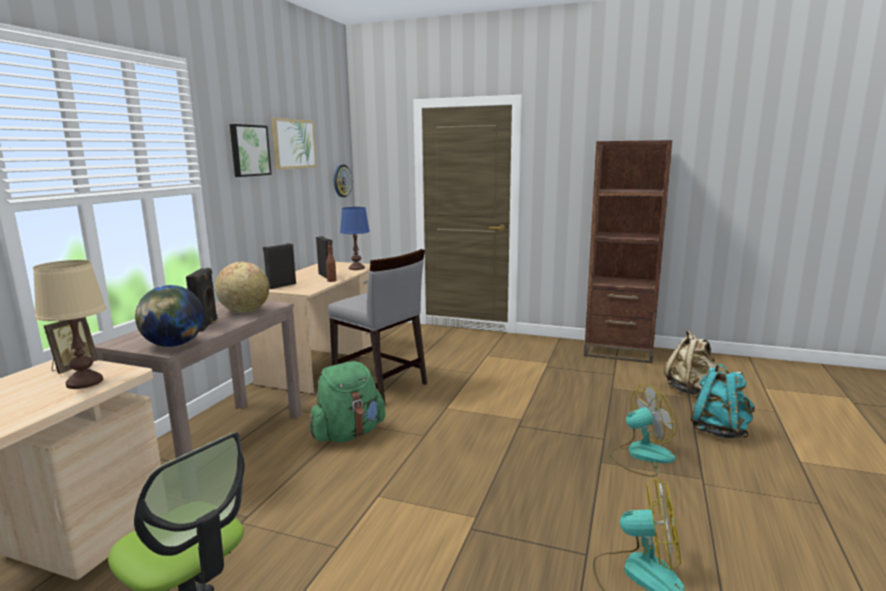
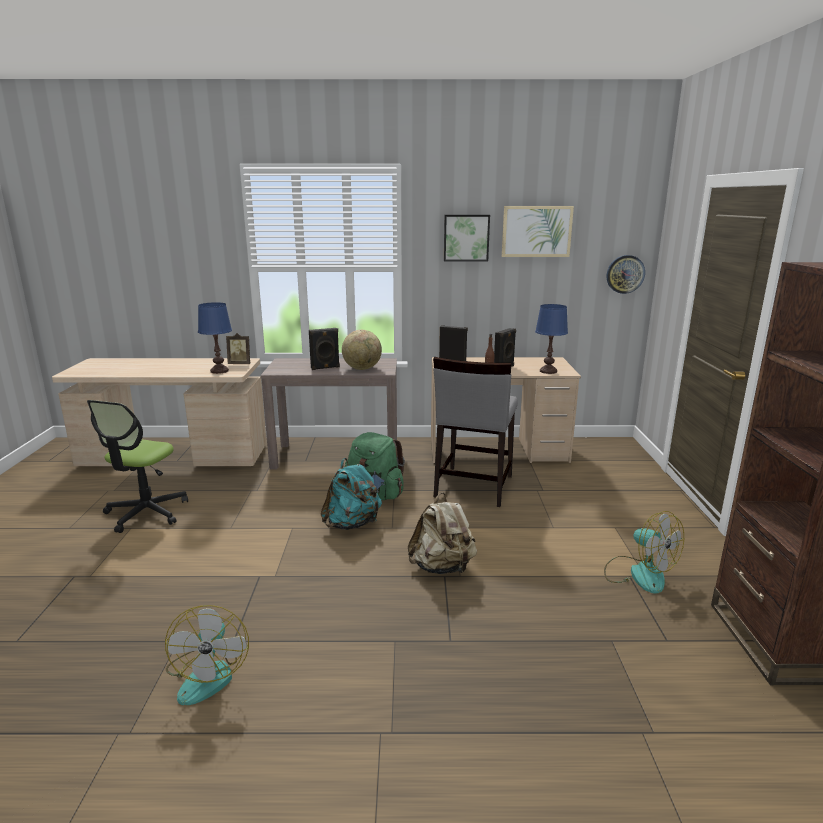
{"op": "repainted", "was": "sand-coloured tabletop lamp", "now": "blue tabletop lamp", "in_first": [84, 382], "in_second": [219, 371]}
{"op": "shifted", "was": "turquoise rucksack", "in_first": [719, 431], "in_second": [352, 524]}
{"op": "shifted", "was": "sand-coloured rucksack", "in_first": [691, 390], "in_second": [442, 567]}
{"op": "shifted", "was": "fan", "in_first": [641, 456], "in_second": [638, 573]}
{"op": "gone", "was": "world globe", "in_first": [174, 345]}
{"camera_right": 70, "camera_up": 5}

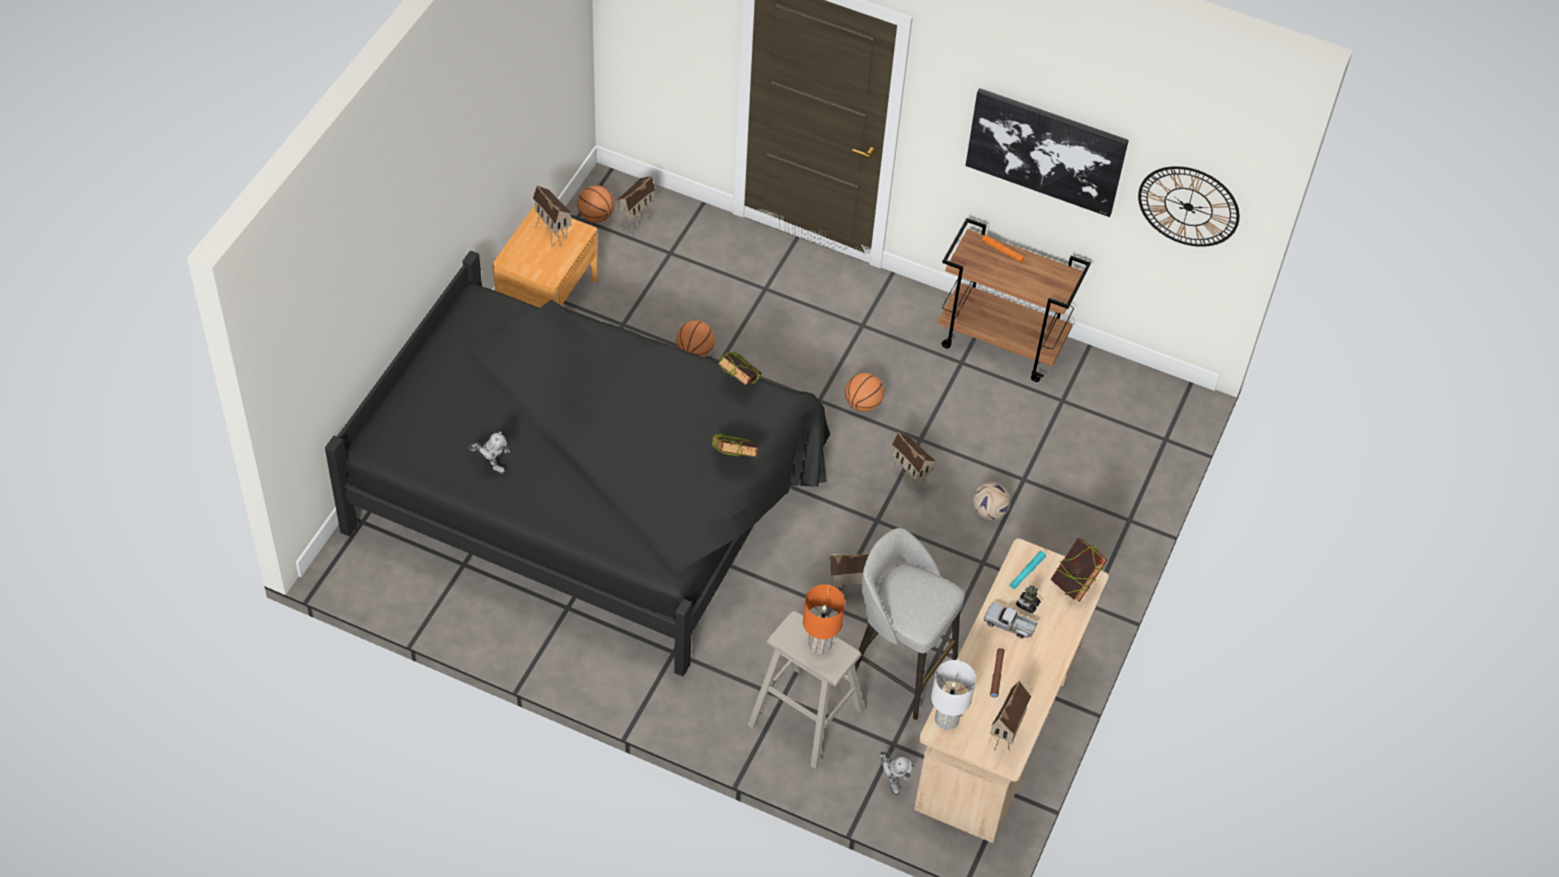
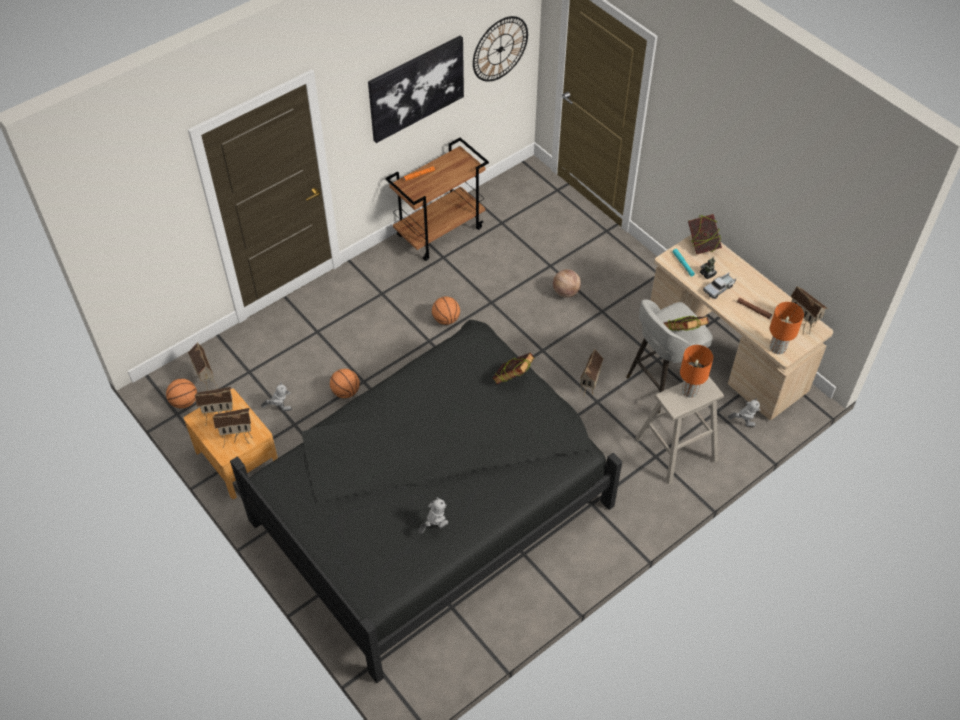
{"op": "shifted", "was": "model house", "in_first": [909, 478], "in_second": [238, 438]}
{"op": "new", "now": "toy robot", "in_second": [279, 409]}
{"op": "swapped", "was": "football ball", "now": "basketball", "in_first": [989, 512], "in_second": [566, 292]}
{"op": "shifted", "was": "volume", "in_first": [739, 383], "in_second": [683, 334]}
{"op": "repainted", "was": "white-coloured tabletop lamp", "now": "orange-coloured tabletop lamp", "in_first": [946, 719], "in_second": [777, 348]}
{"camera_right": -60, "camera_up": 0}

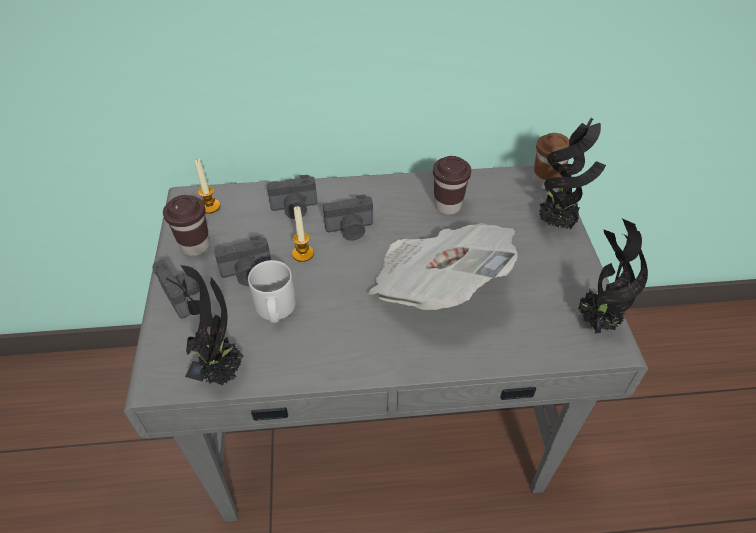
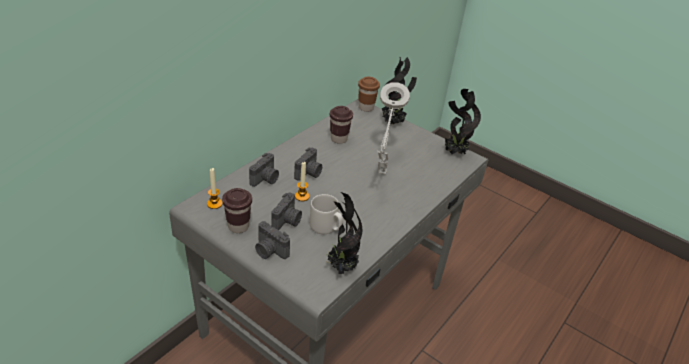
{"op": "rotated", "was": "photo camera", "in_first": [183, 295], "in_second": [269, 251], "clockwise": -150}
{"op": "swapped", "was": "printed paper", "now": "gray tabletop lamp", "in_first": [435, 286], "in_second": [381, 175]}
{"camera_right": -50, "camera_up": -10}

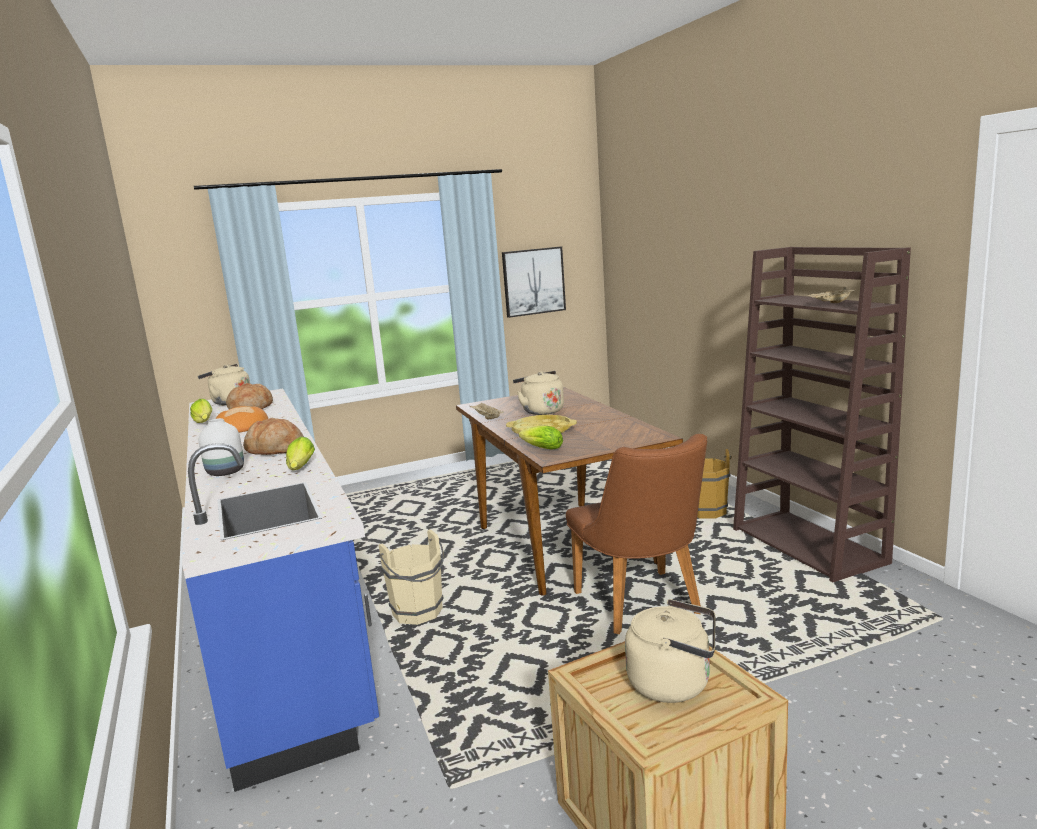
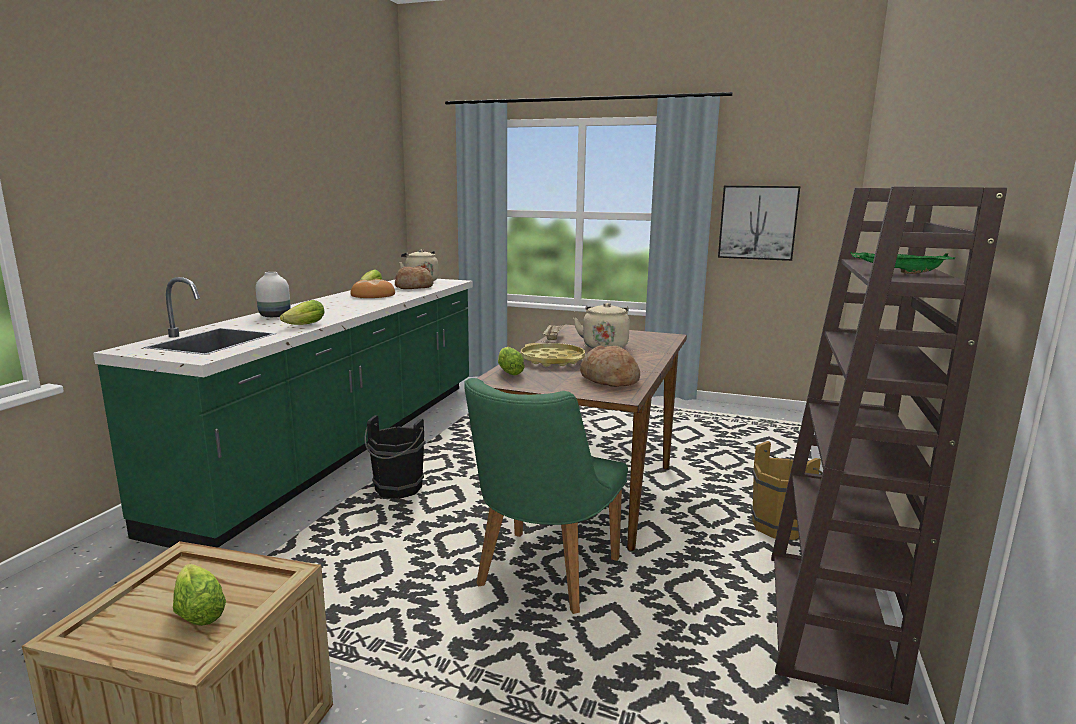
{"op": "repainted", "was": "blue counter", "now": "green-coloured counter", "in_first": [279, 605], "in_second": [347, 444]}
{"op": "swapped", "was": "sand-coloured kettle", "now": "lettuce", "in_first": [674, 684], "in_second": [199, 609]}
{"op": "repainted", "was": "sand-coloured pail", "now": "black-coloured pail", "in_first": [419, 614], "in_second": [396, 490]}
{"op": "repainted", "was": "brownish plain chair", "now": "green-coloured plain chair", "in_first": [643, 608], "in_second": [540, 578]}
{"op": "shifted", "was": "bread", "in_first": [275, 449], "in_second": [609, 379]}
{"op": "repainted", "was": "sand-coloured serving tray", "now": "green-coloured serving tray", "in_first": [832, 303], "in_second": [898, 273]}
{"camera_right": 40, "camera_up": 0}

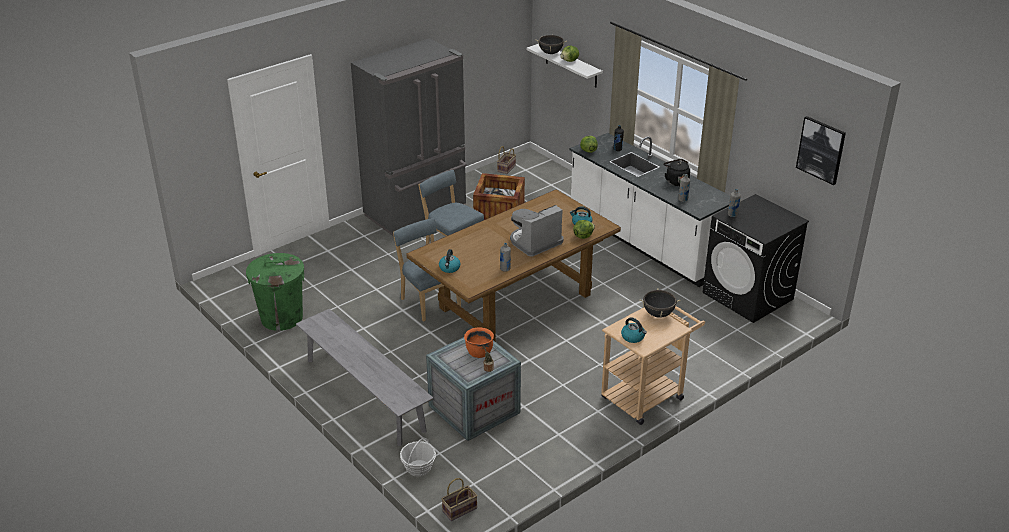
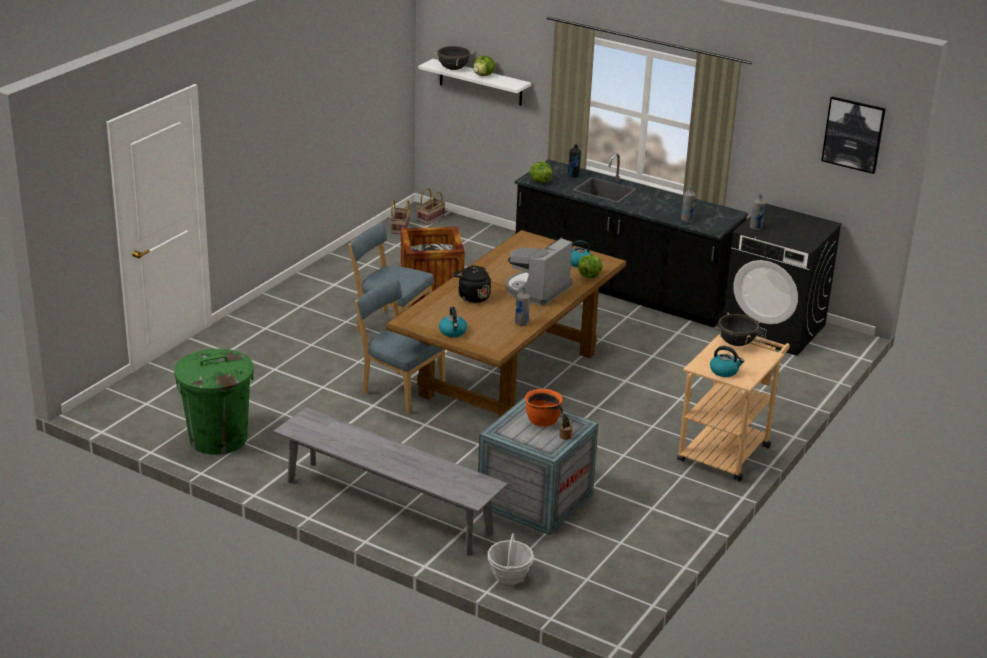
{"op": "shifted", "was": "basket", "in_first": [459, 510], "in_second": [431, 219]}
{"op": "shifted", "was": "black-coloured kettle", "in_first": [676, 181], "in_second": [472, 297]}
{"op": "repainted", "was": "white-coloured counter", "now": "black-coloured counter", "in_first": [644, 243], "in_second": [622, 289]}
{"op": "gone", "was": "gray fridge", "in_first": [417, 213]}
{"camera_right": -20, "camera_up": -5}

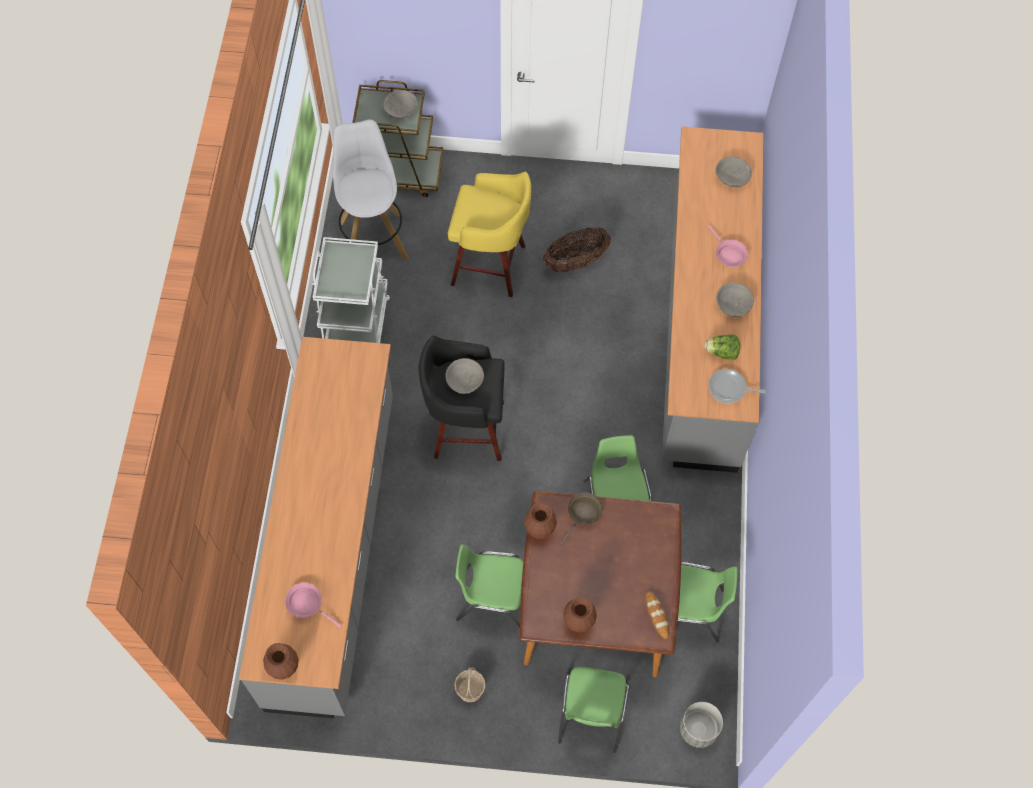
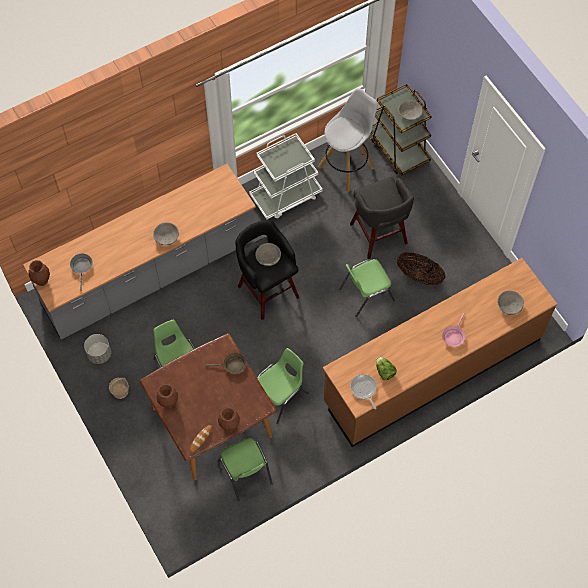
{"op": "repainted", "was": "pink frying pan", "now": "gray frying pan", "in_first": [307, 604], "in_second": [82, 267]}
{"op": "shifted", "was": "gray planter", "in_first": [698, 729], "in_second": [99, 354]}
{"op": "shifted", "was": "gray deep dish", "in_first": [733, 304], "in_second": [166, 237]}
{"op": "shifted", "was": "brownish flower vase", "in_first": [540, 530], "in_second": [230, 425]}
{"op": "repainted", "was": "gray counter", "now": "brownish counter", "in_first": [701, 327], "in_second": [432, 370]}
{"op": "shifted", "was": "green-coloured plain chair", "in_first": [590, 714], "in_second": [365, 294]}
{"op": "repainted", "was": "yellow stool", "now": "gray stool", "in_first": [491, 266], "in_second": [379, 235]}
{"camera_right": 55, "camera_up": 0}

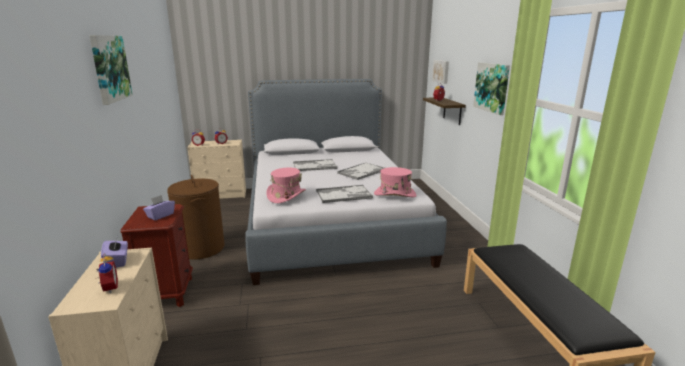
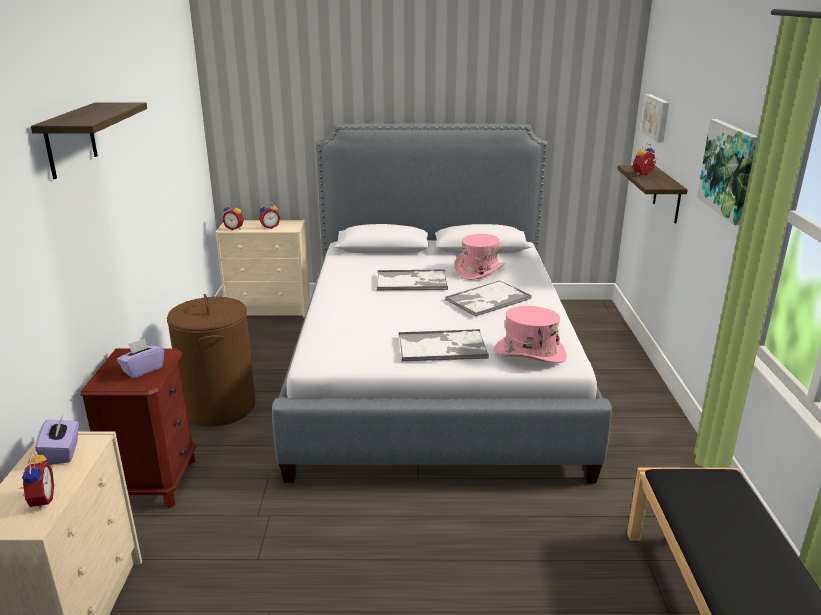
{"op": "swapped", "was": "wall art", "now": "bracket shelf", "in_first": [109, 68], "in_second": [70, 140]}
{"op": "shifted", "was": "pink wearable hat", "in_first": [286, 195], "in_second": [479, 270]}
{"camera_right": 10, "camera_up": 5}

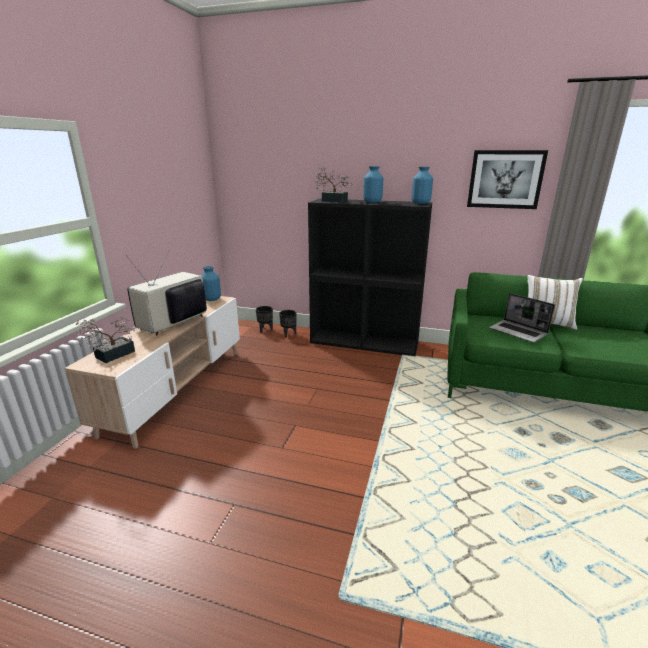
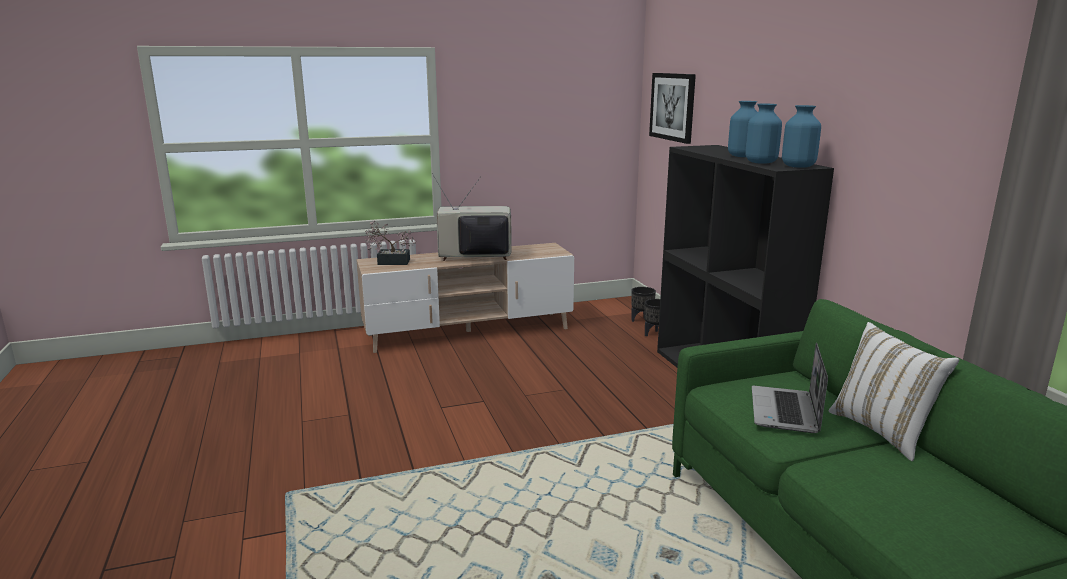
{"op": "shifted", "was": "wall art", "in_first": [505, 179], "in_second": [672, 107]}
{"op": "shifted", "was": "blue flower vase", "in_first": [212, 299], "in_second": [761, 162]}
{"op": "gone", "was": "houseplant", "in_first": [332, 200]}
{"camera_right": 55, "camera_up": -5}

